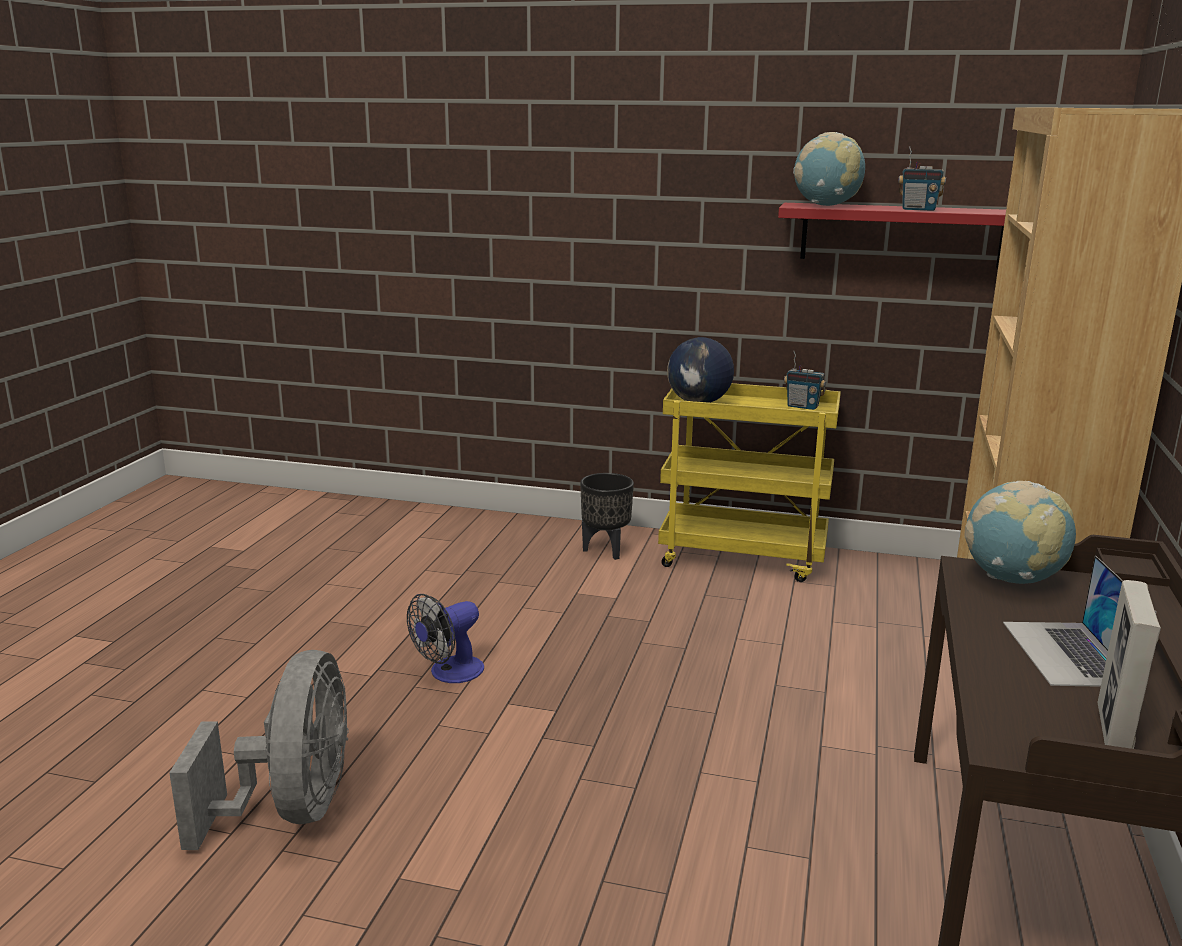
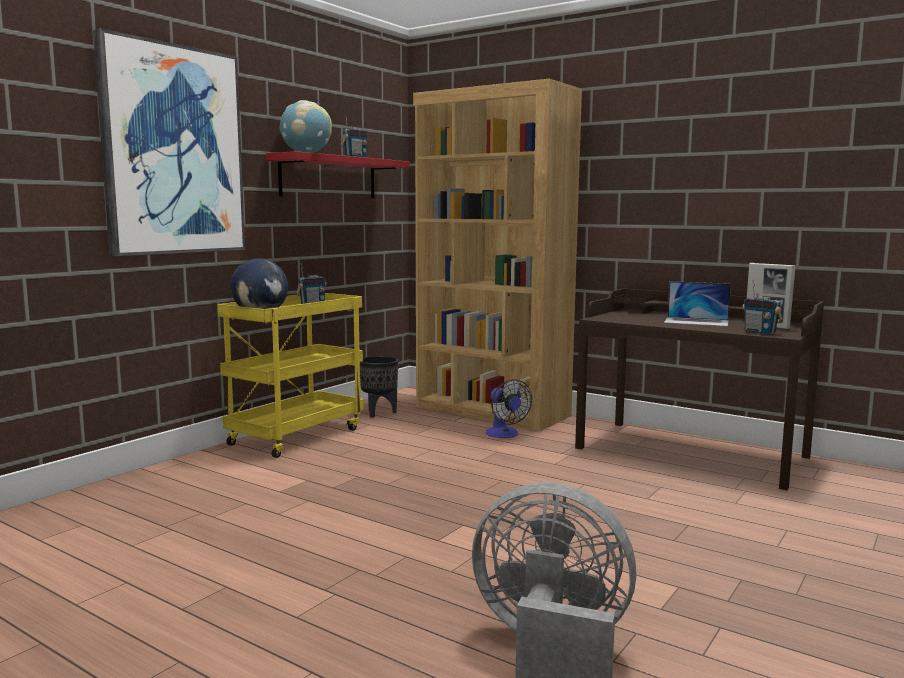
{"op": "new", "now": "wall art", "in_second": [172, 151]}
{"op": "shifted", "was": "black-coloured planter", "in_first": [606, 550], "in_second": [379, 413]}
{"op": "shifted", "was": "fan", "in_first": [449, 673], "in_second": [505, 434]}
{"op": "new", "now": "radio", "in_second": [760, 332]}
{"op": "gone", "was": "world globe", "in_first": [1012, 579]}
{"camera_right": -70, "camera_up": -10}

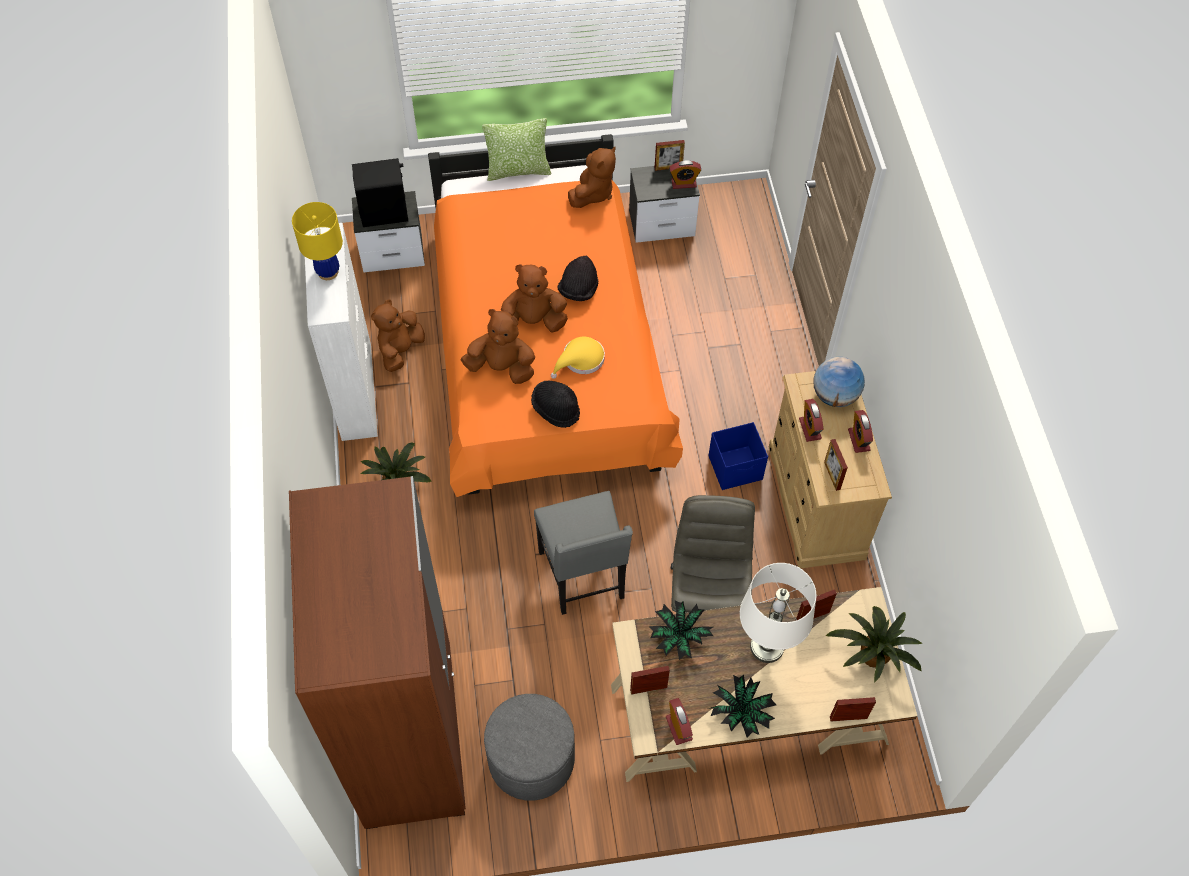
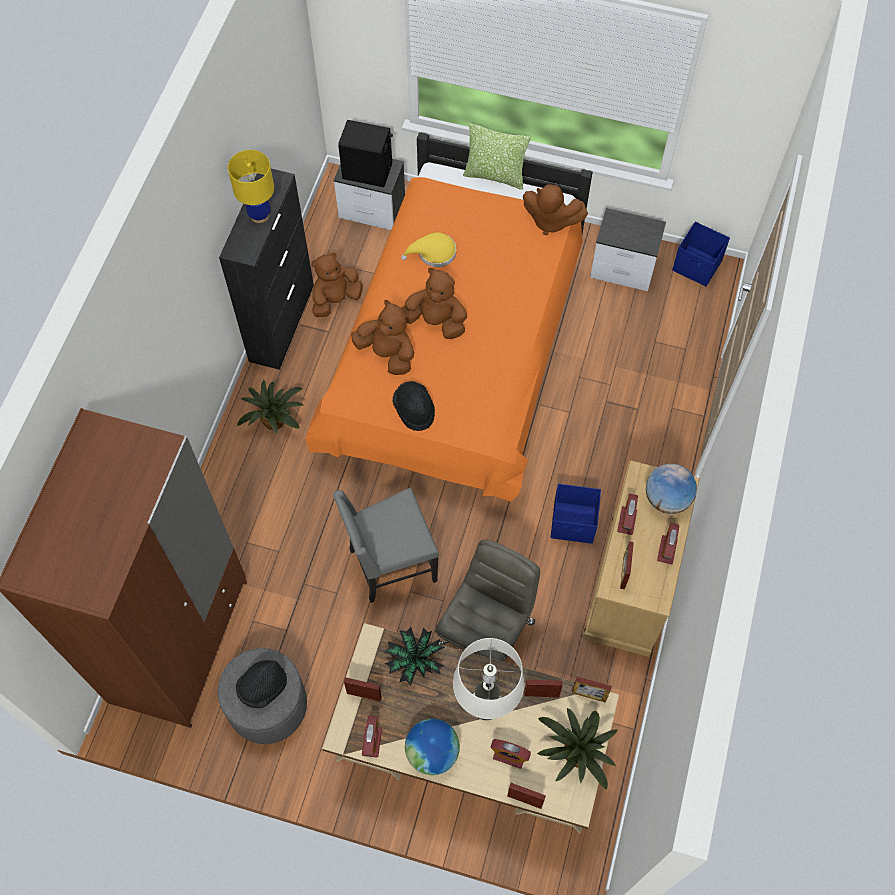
{"op": "repainted", "was": "white-coloured storage cabinet", "now": "black-coloured storage cabinet", "in_first": [357, 391], "in_second": [282, 322]}
{"op": "shifted", "was": "black-coloured wearable hat", "in_first": [578, 290], "in_second": [262, 687]}
{"op": "rotated", "was": "gray plain chair", "in_first": [583, 576], "in_second": [390, 565], "clockwise": 60}
{"op": "shifted", "was": "yellow wearable hat", "in_first": [580, 360], "in_second": [433, 253]}
{"op": "swapped", "was": "houseplant", "now": "world globe", "in_first": [741, 712], "in_second": [432, 752]}
{"op": "shifted", "was": "alarm clock", "in_first": [683, 183], "in_second": [509, 756]}
{"op": "rotated", "was": "brownish cuddly toy", "in_first": [592, 193], "in_second": [550, 220], "clockwise": 60}
{"op": "shifted", "was": "picture frame", "in_first": [668, 167], "in_second": [589, 695]}
{"op": "new", "now": "blue storage box", "in_second": [697, 266]}
{"camera_right": 25, "camera_up": 5}

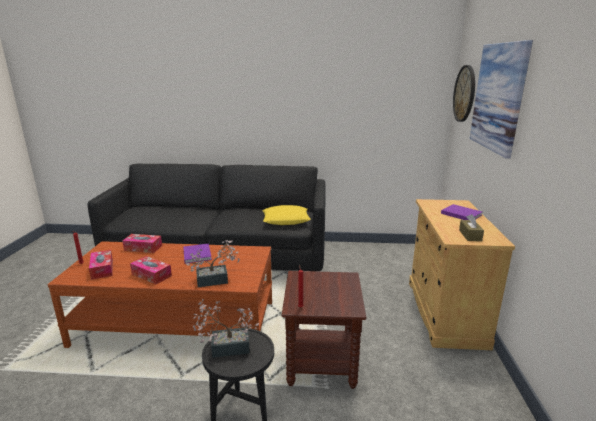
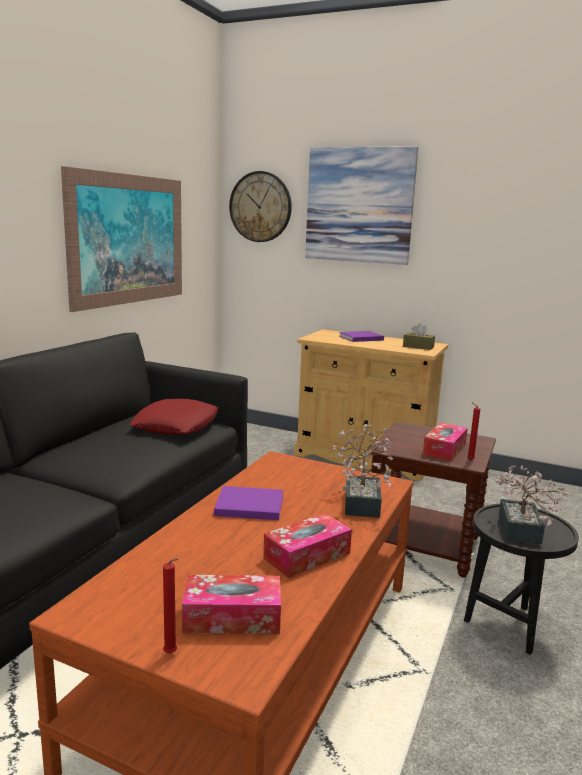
{"op": "new", "now": "wall art", "in_second": [129, 239]}
{"op": "repainted", "was": "yellow cushion", "now": "red cushion", "in_first": [286, 220], "in_second": [176, 425]}
{"op": "shifted", "was": "tissue box", "in_first": [143, 248], "in_second": [444, 449]}
{"camera_right": -70, "camera_up": -5}

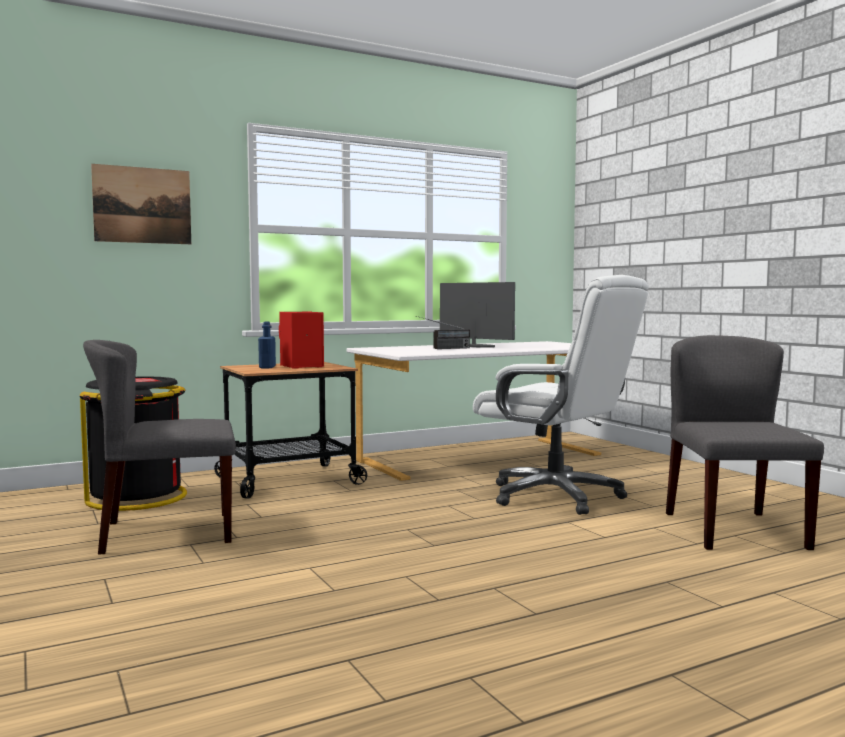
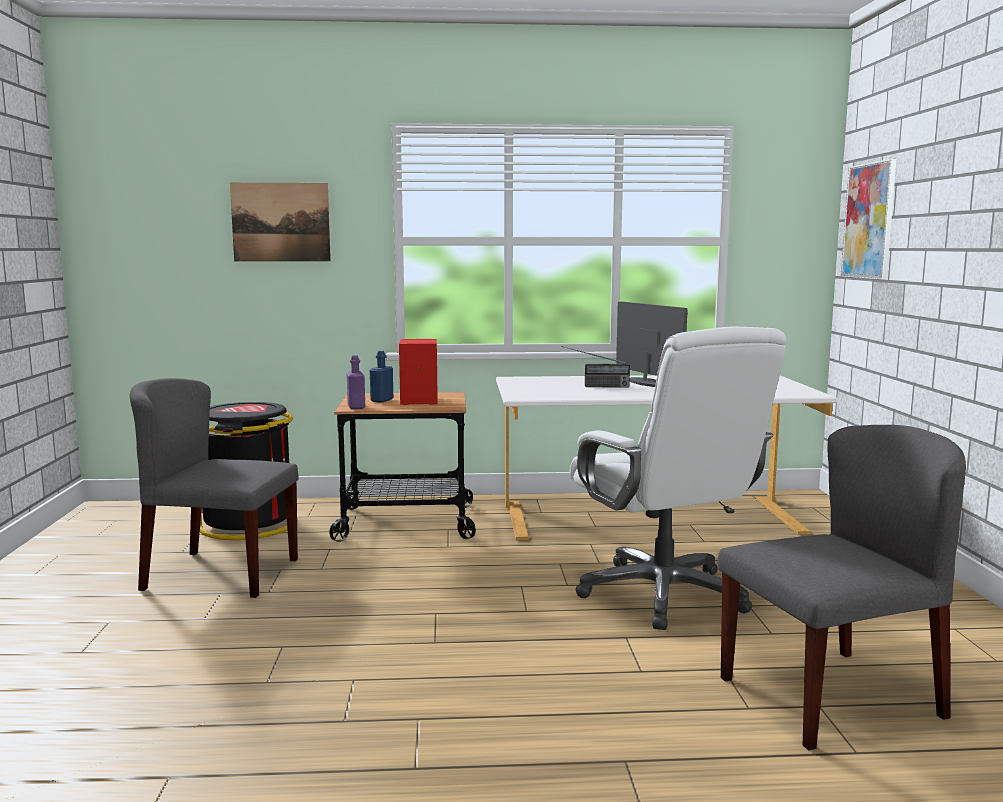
{"op": "new", "now": "purple beverage bottle", "in_second": [356, 407]}
{"op": "rotated", "was": "gray plain chair", "in_first": [733, 530], "in_second": [830, 696], "clockwise": 45}
{"op": "new", "now": "wall art", "in_second": [869, 220]}
{"camera_right": 25, "camera_up": 5}

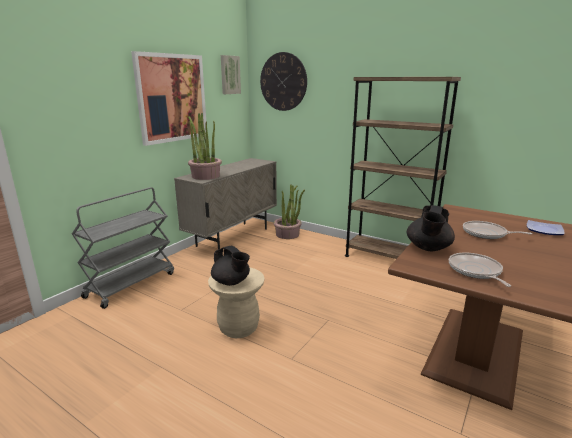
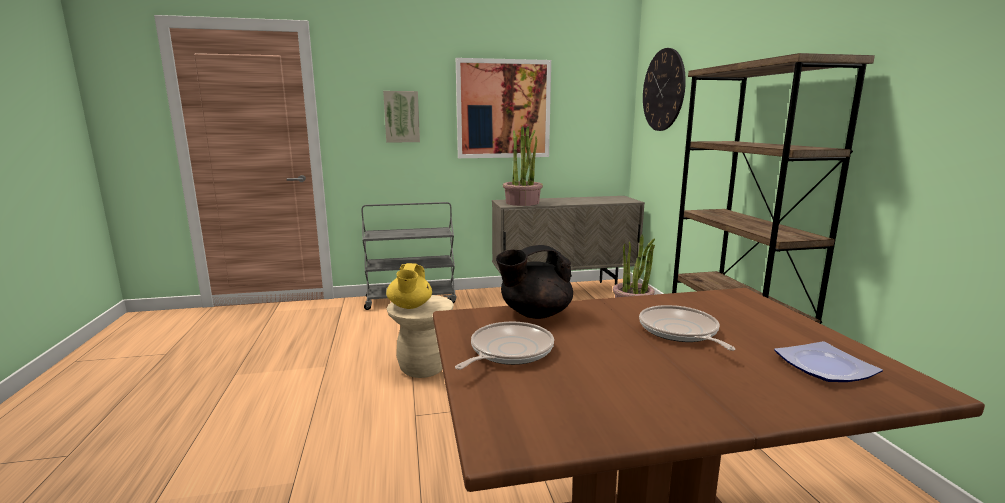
{"op": "shifted", "was": "wall art", "in_first": [229, 75], "in_second": [401, 117]}
{"op": "repainted", "was": "black-coloured teapot", "now": "yellow teapot", "in_first": [231, 282], "in_second": [410, 306]}
{"camera_right": 45, "camera_up": -5}

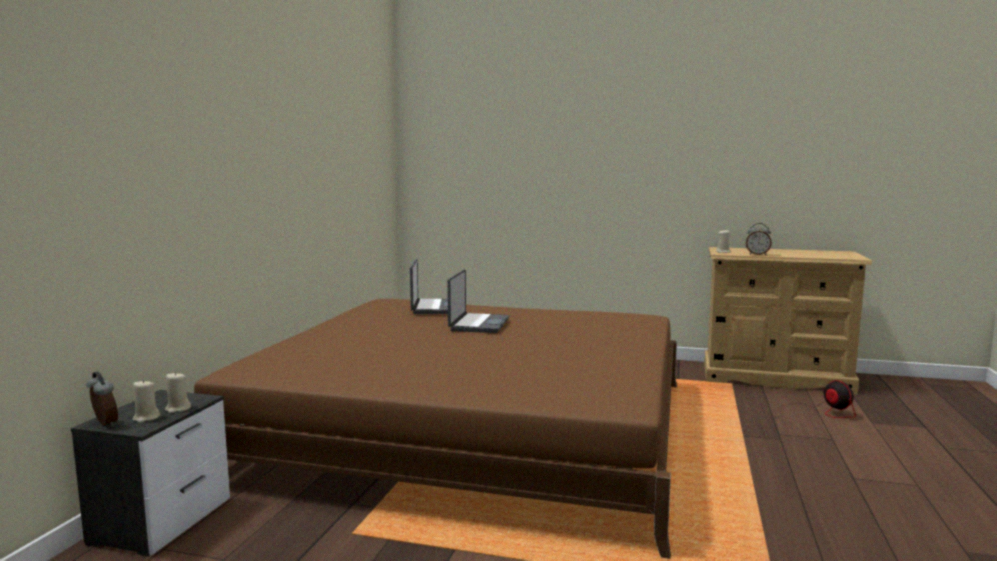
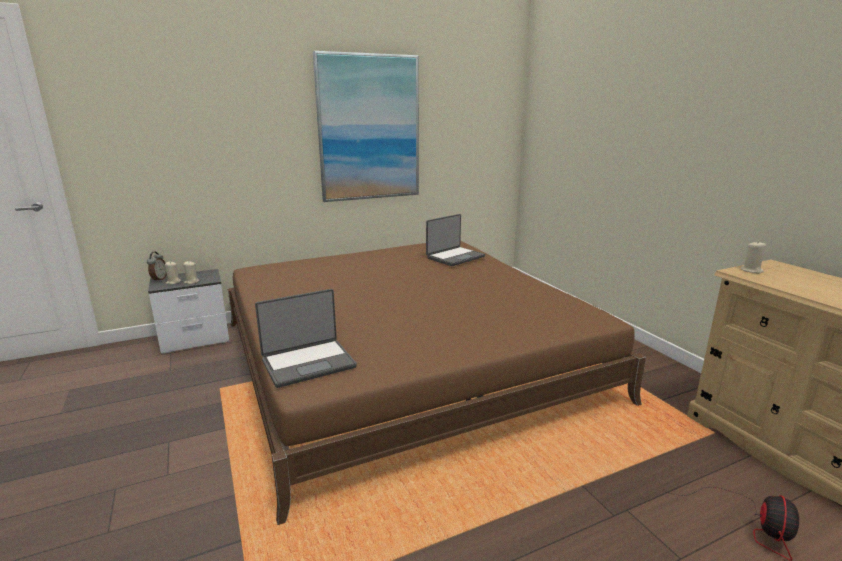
{"op": "shifted", "was": "portable computer", "in_first": [478, 324], "in_second": [308, 363]}
{"op": "new", "now": "wall art", "in_second": [369, 128]}
{"op": "gone", "was": "alarm clock", "in_first": [757, 254]}
{"camera_right": 50, "camera_up": 10}

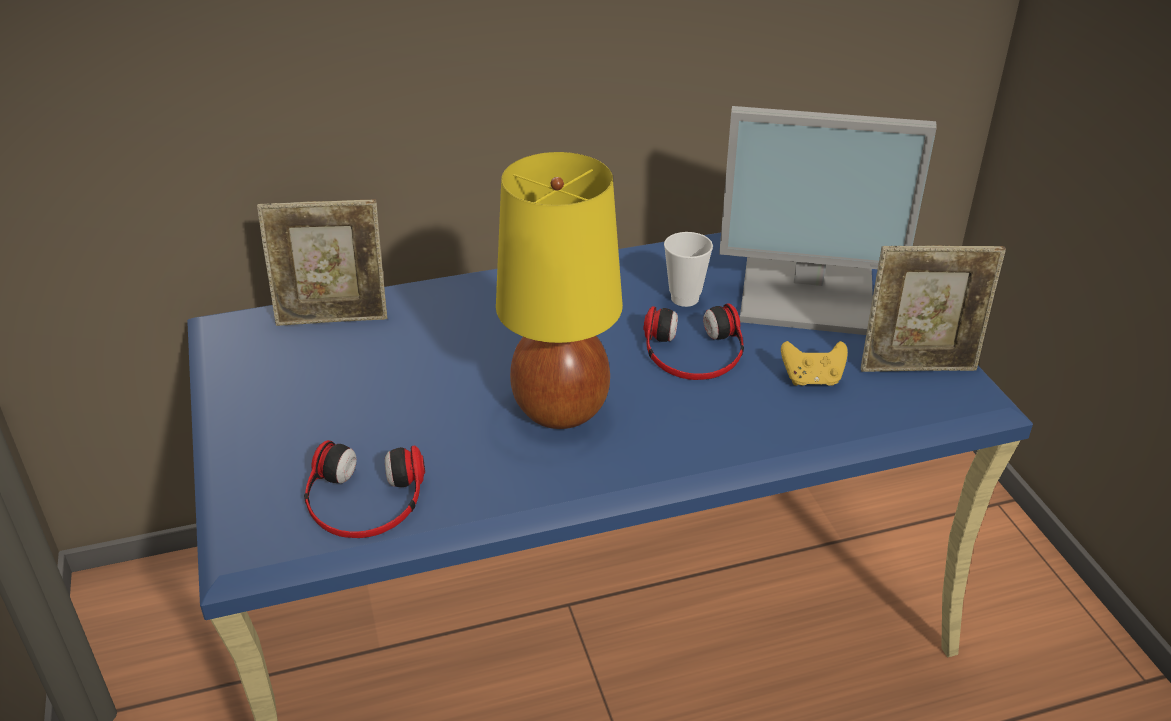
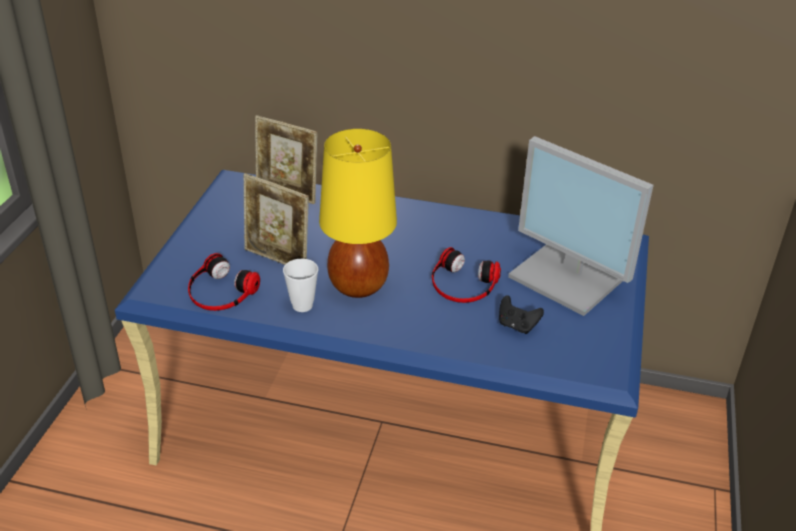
{"op": "shifted", "was": "picture frame", "in_first": [918, 367], "in_second": [277, 259]}
{"op": "shifted", "was": "cup", "in_first": [685, 298], "in_second": [302, 305]}
{"op": "repainted", "was": "yellow joypad", "now": "black-coloured joypad", "in_first": [812, 379], "in_second": [517, 326]}
{"camera_right": 30, "camera_up": 0}

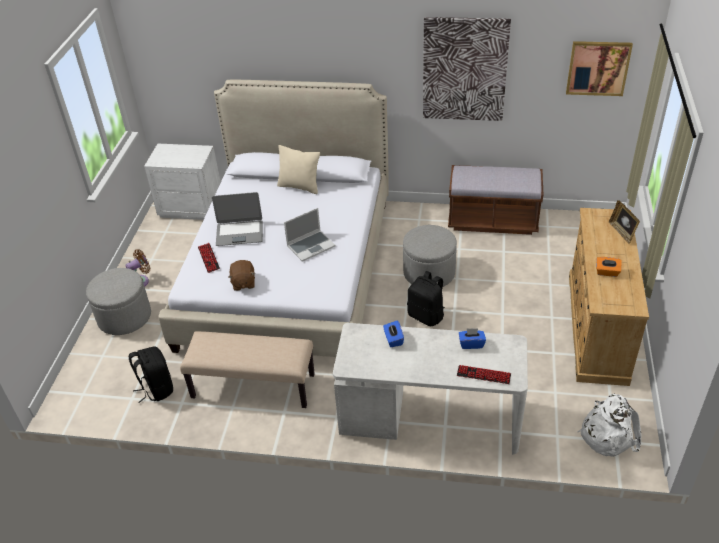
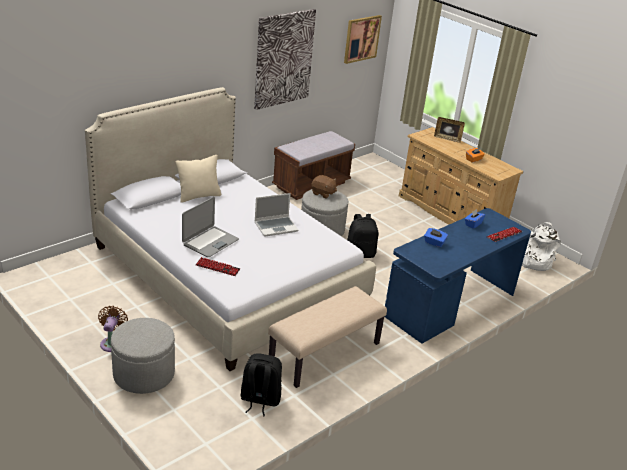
{"op": "rotated", "was": "portable computer", "in_first": [311, 246], "in_second": [276, 227], "clockwise": 60}
{"op": "shifted", "was": "brownish cuddly toy", "in_first": [243, 283], "in_second": [323, 193]}
{"op": "repainted", "was": "white-coloured desk", "now": "blue desk", "in_first": [429, 419], "in_second": [450, 305]}
{"op": "gone", "was": "white-coloured nightstand", "in_first": [191, 207]}
{"camera_right": -55, "camera_up": -10}

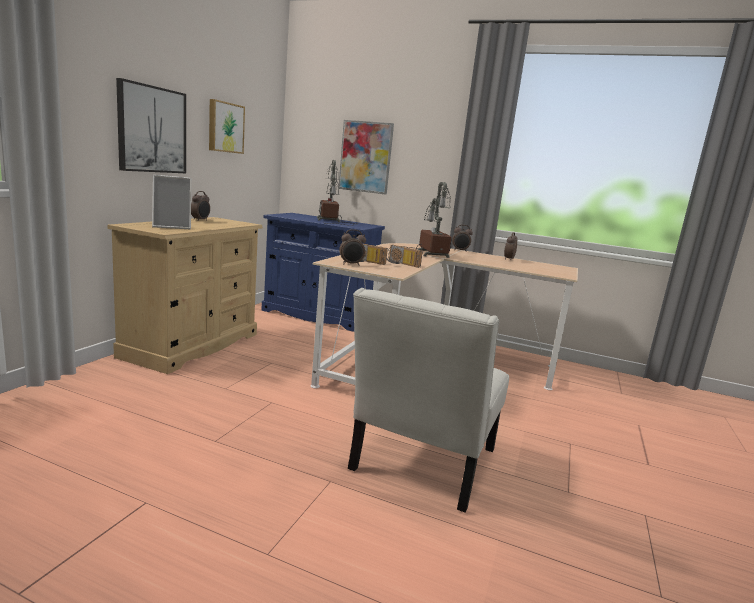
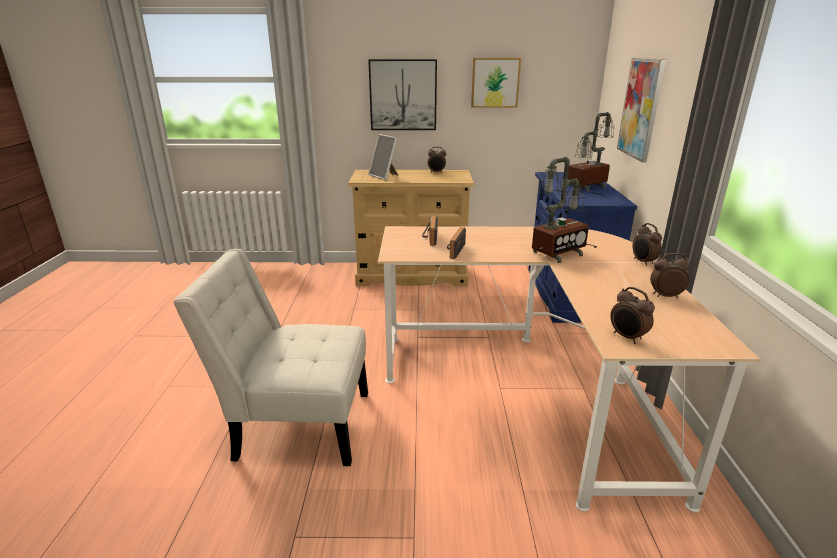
{"op": "shifted", "was": "alarm clock", "in_first": [351, 264], "in_second": [627, 337]}
{"camera_right": 70, "camera_up": 10}

